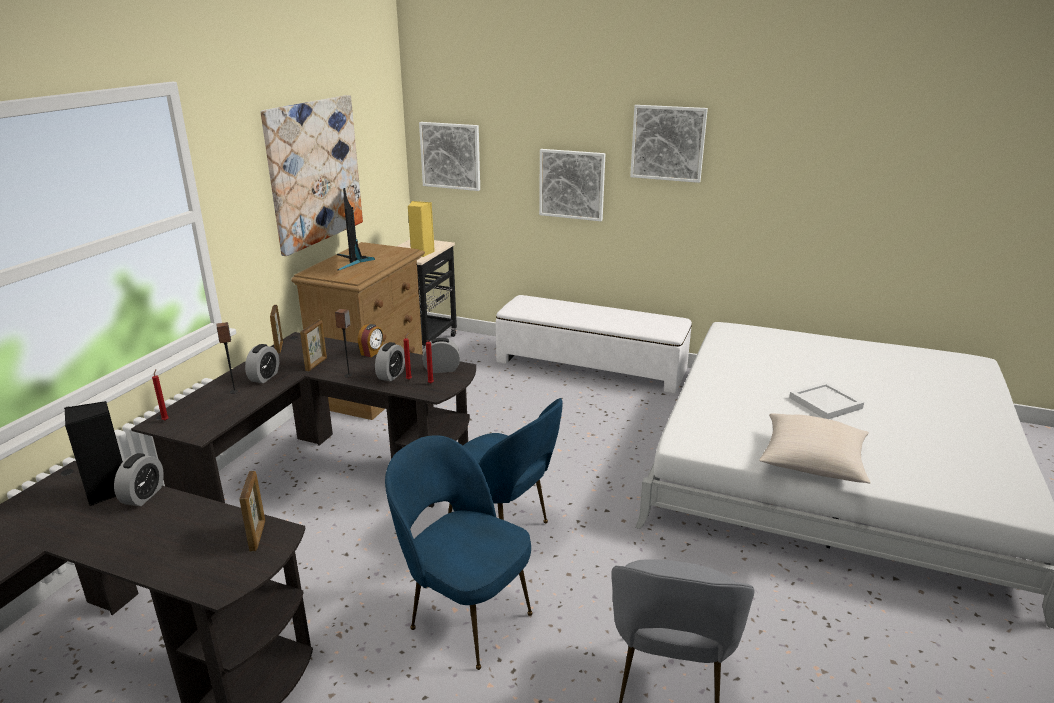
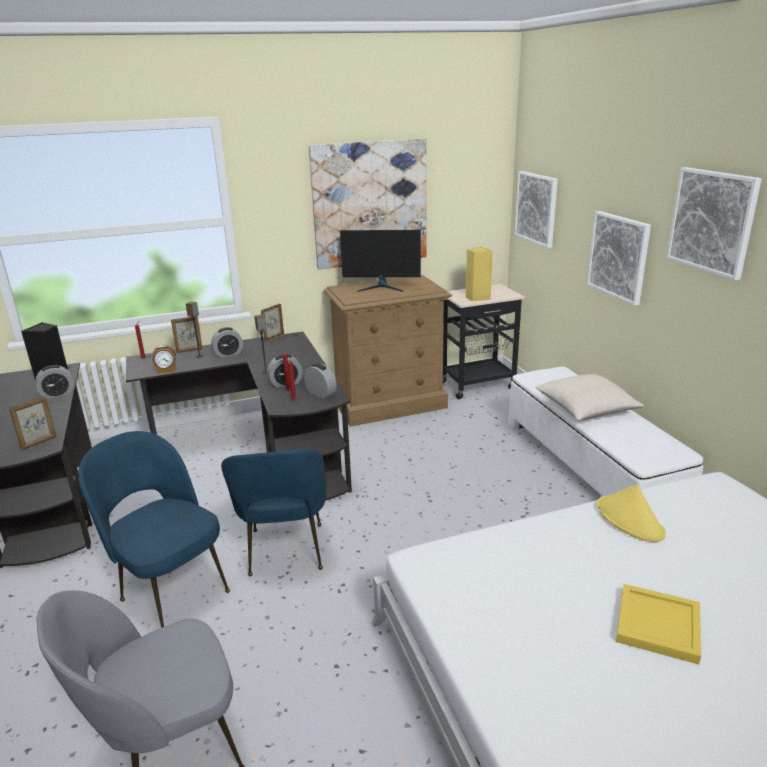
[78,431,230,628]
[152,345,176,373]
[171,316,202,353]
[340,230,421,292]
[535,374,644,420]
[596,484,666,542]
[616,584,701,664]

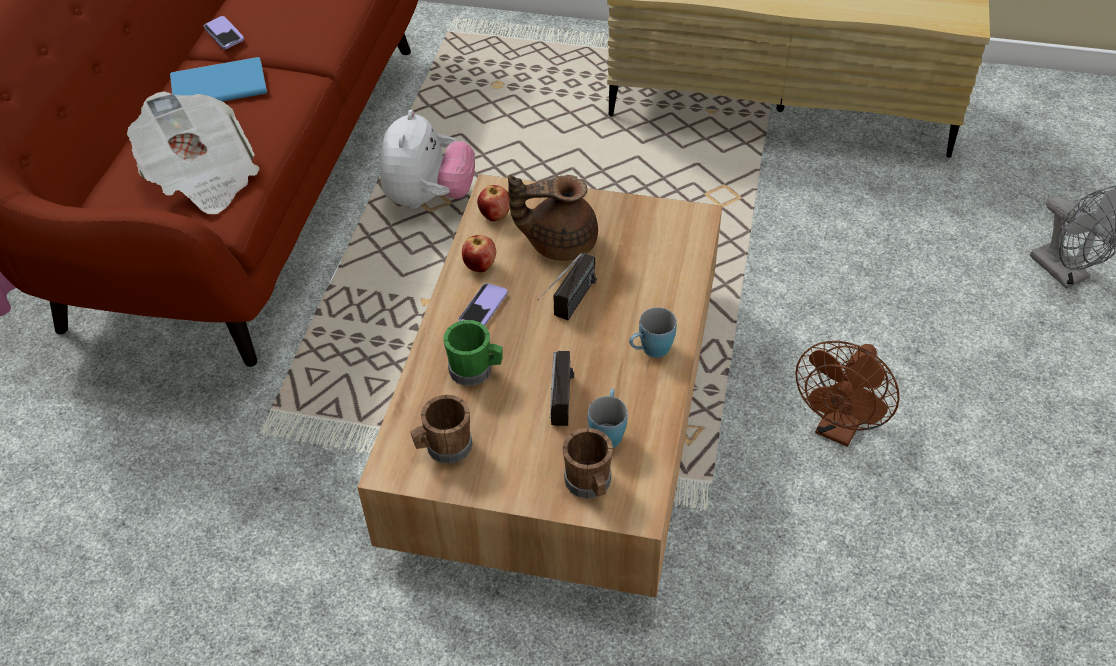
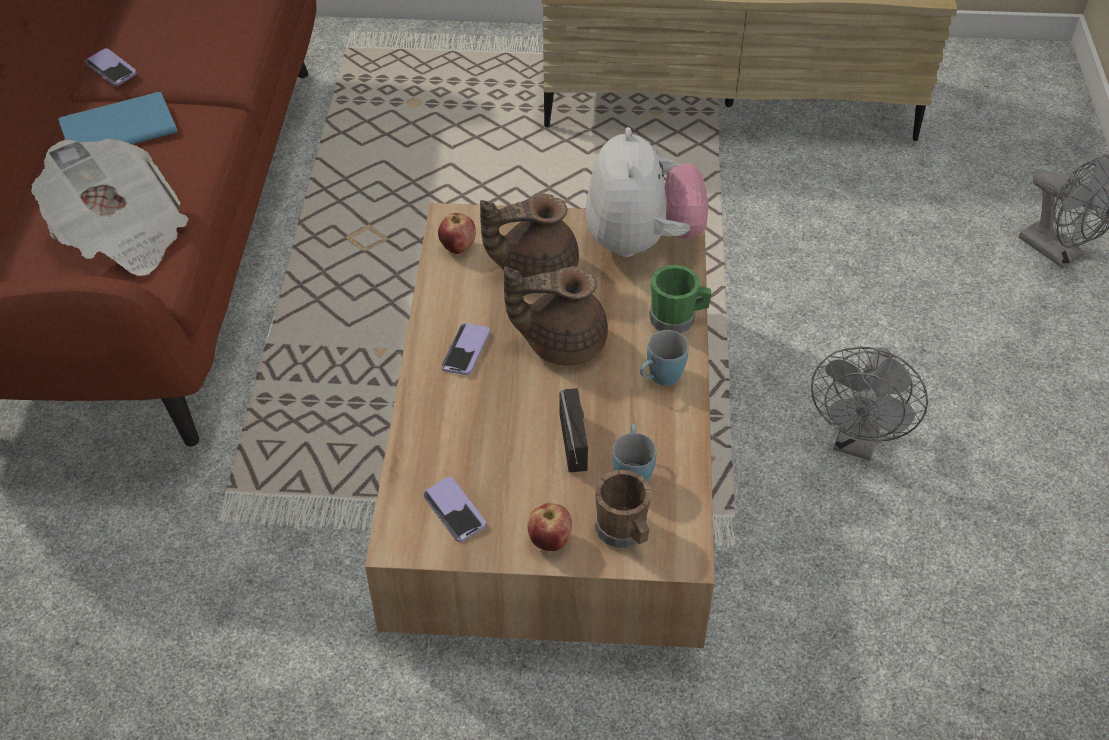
[423,477,486,542]
[504,266,608,366]
[527,503,572,551]
[586,127,708,257]
[649,265,711,333]
[811,346,928,460]

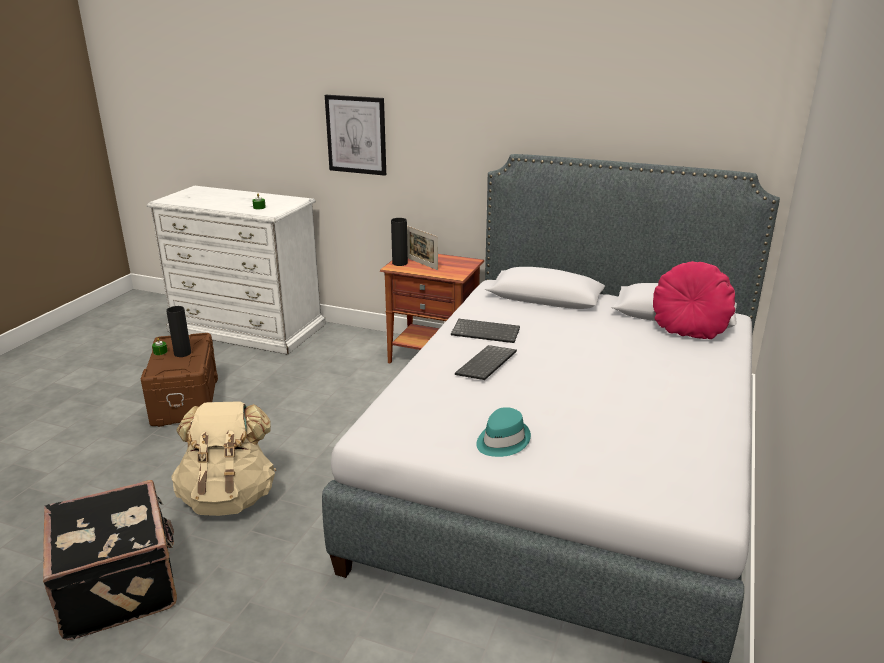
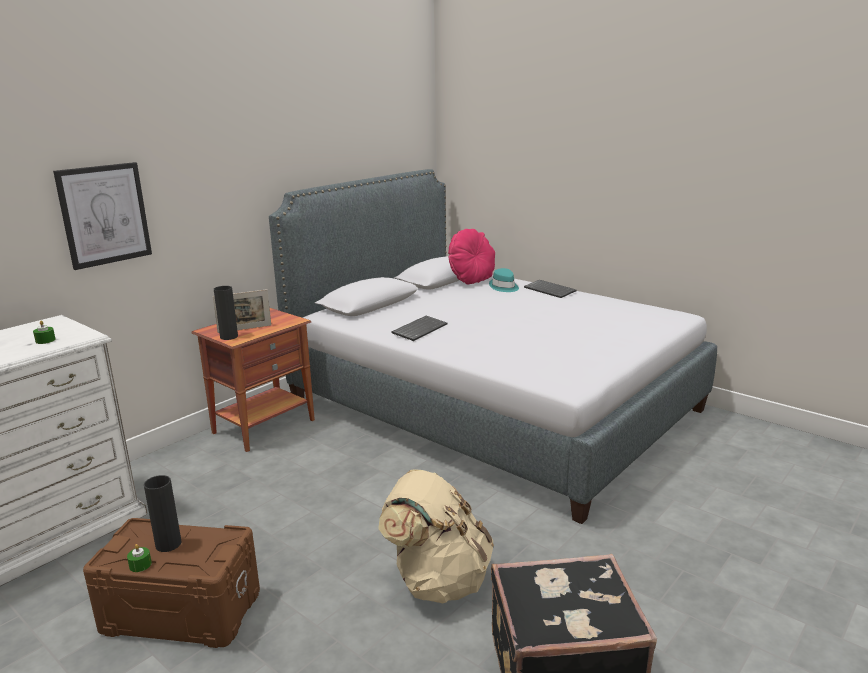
[489,268,519,292]
[524,280,577,298]

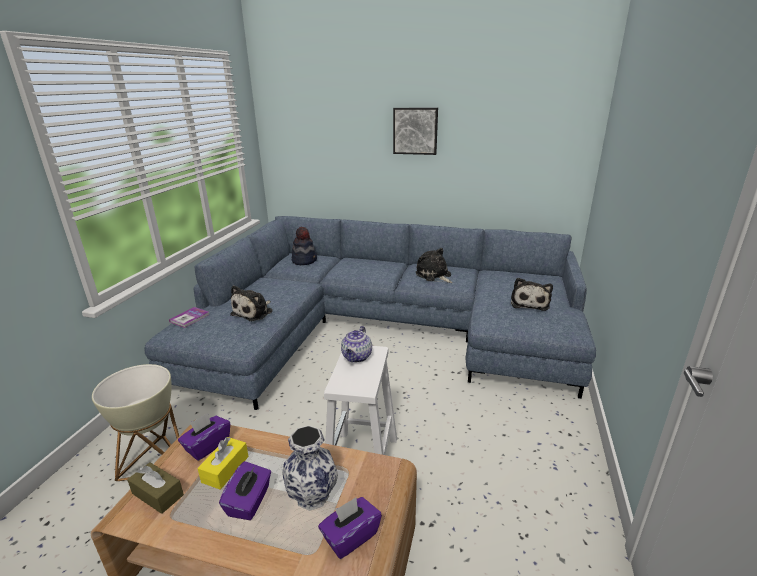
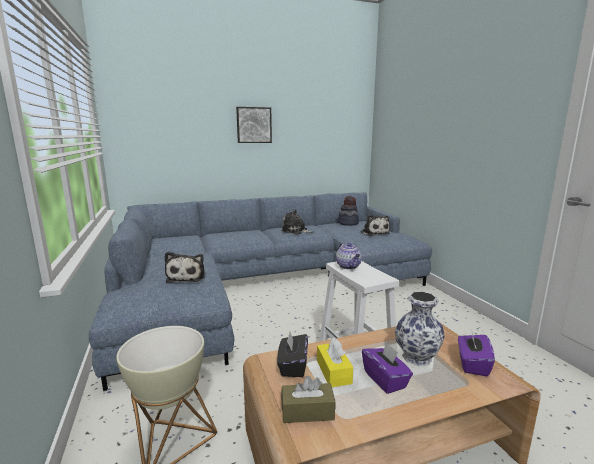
[277,332,308,377]
[338,196,359,226]
[169,307,210,328] (first image)

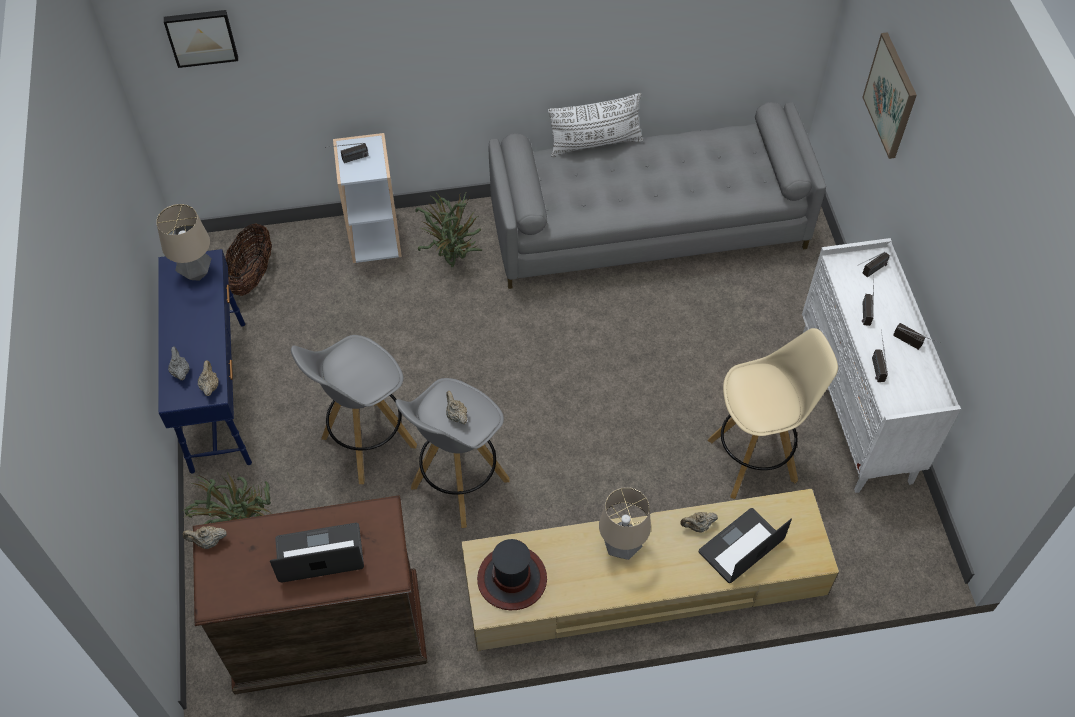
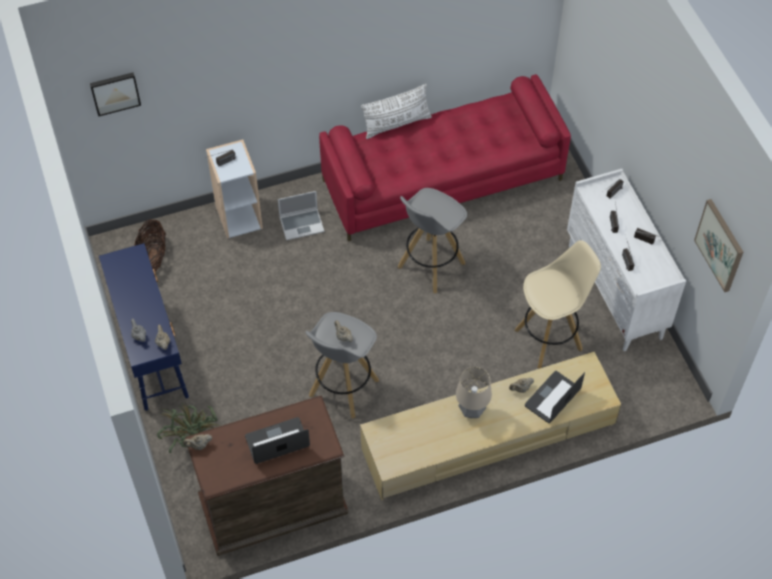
[278,191,325,240]
[319,74,571,241]
[398,188,467,293]
[694,199,743,292]
[156,204,212,281] (first image)
[477,539,547,610] (first image)

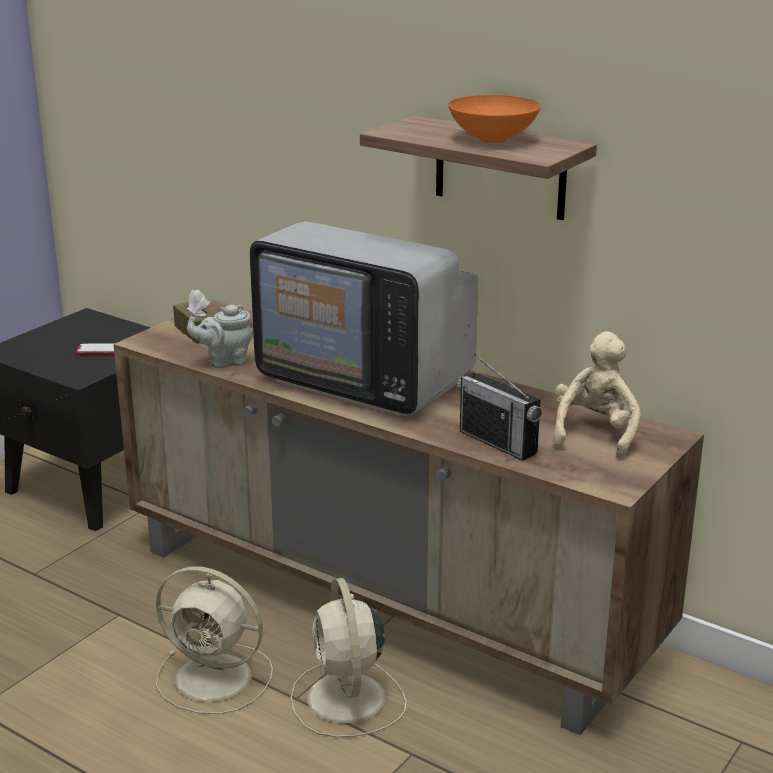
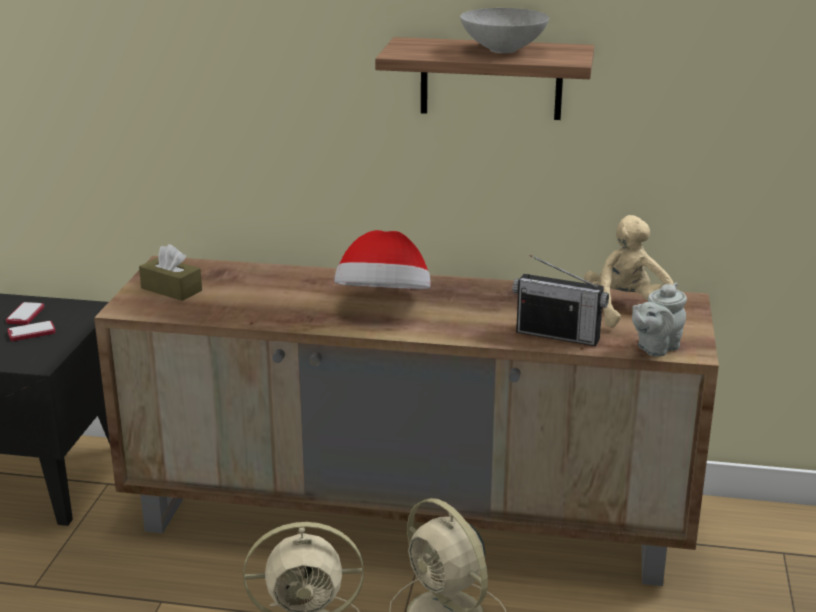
[6,302,44,325]
[334,230,431,289]
[460,8,549,53]
[632,283,687,357]

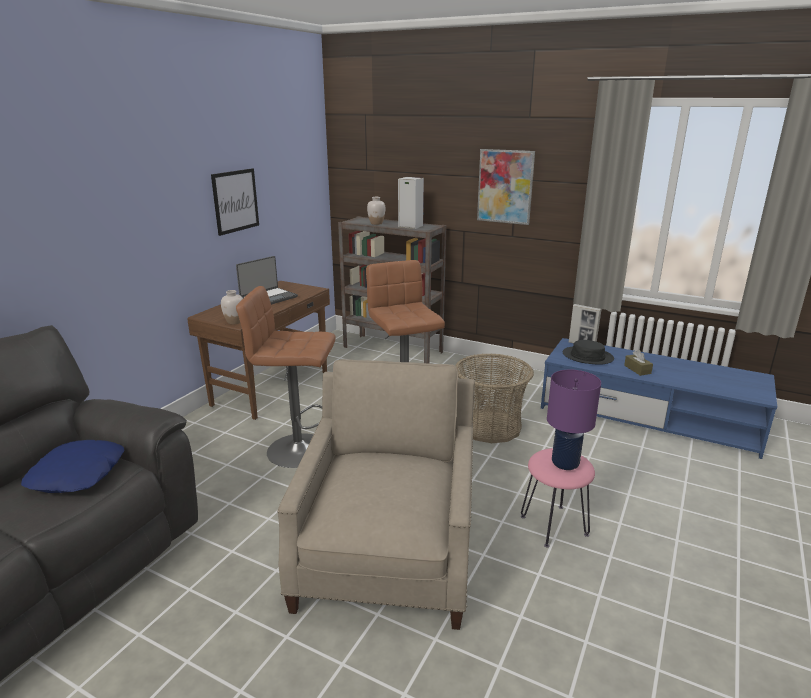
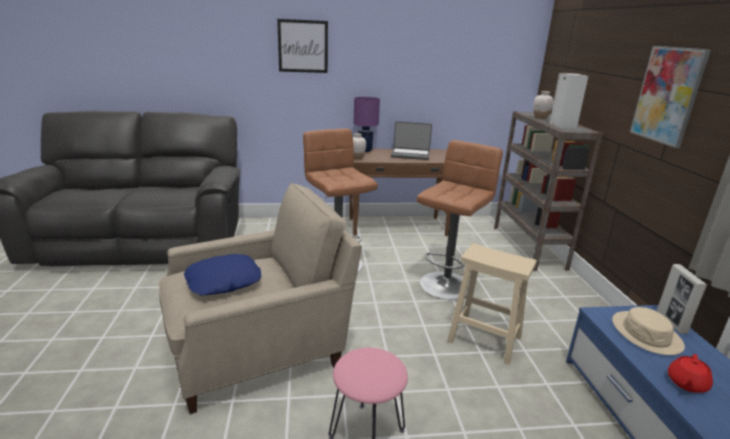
[184,254,261,296]
[277,19,328,73]
[353,97,380,152]
[447,243,537,364]
[612,307,685,355]
[668,354,713,393]

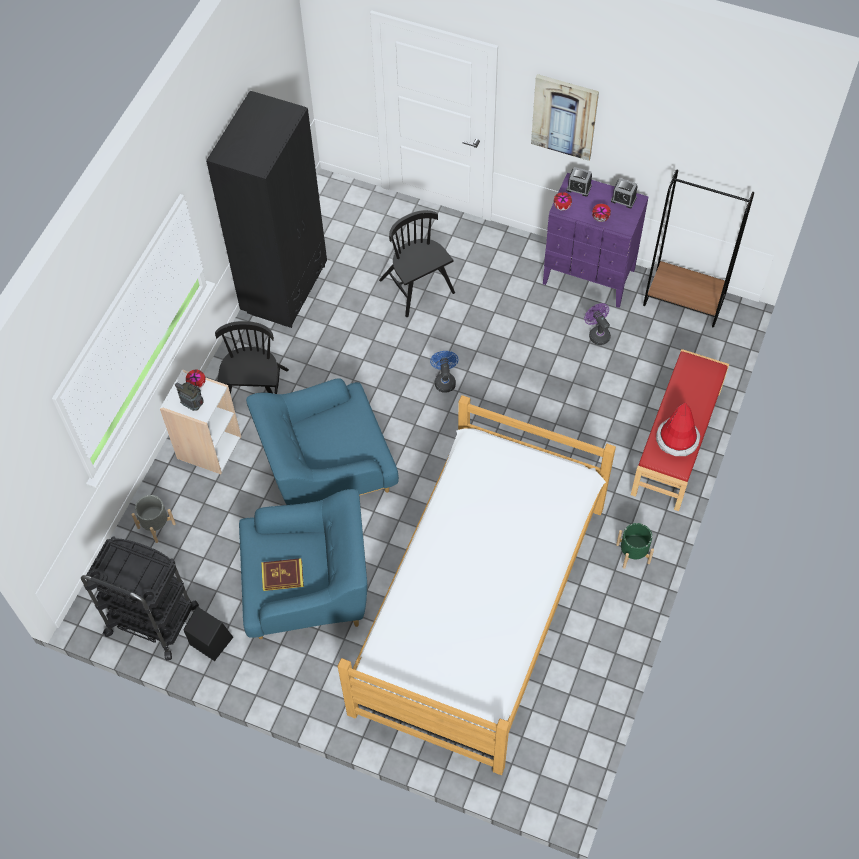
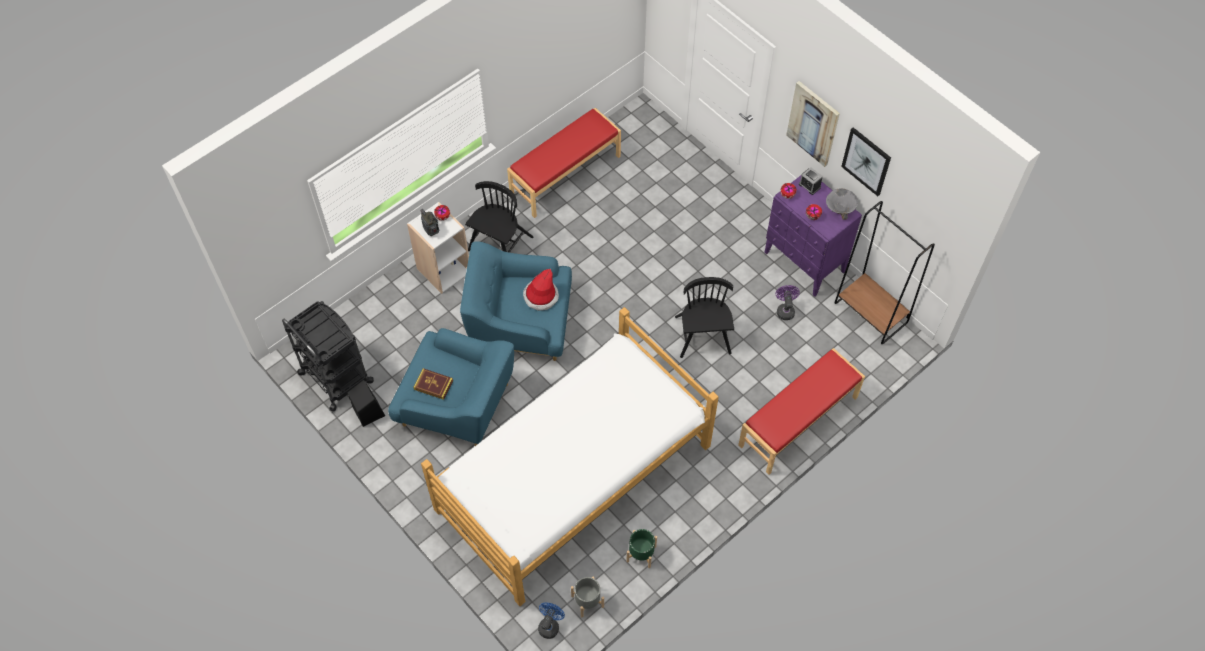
[507,108,621,218]
[523,269,559,311]
[538,603,565,639]
[571,577,604,617]
[626,529,657,568]
[675,277,734,358]
[826,188,858,220]
[841,127,891,196]

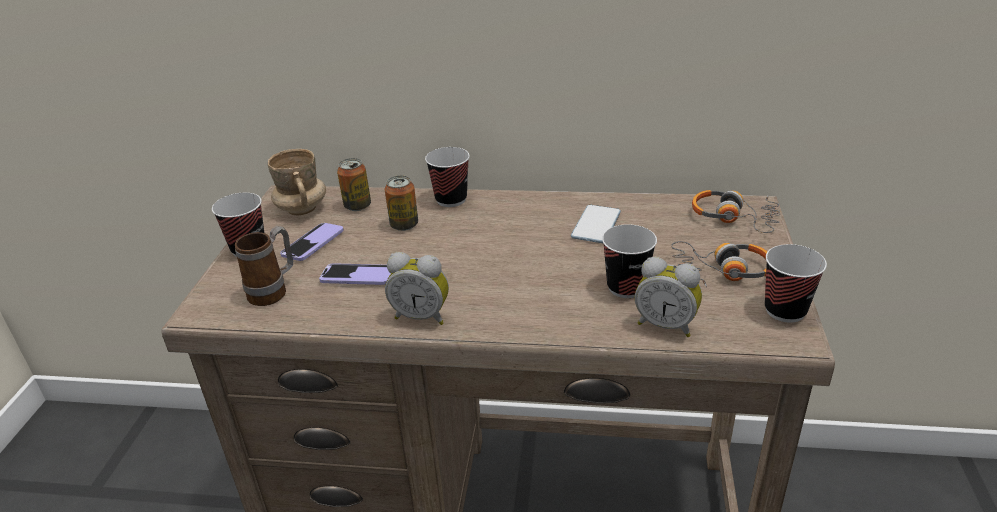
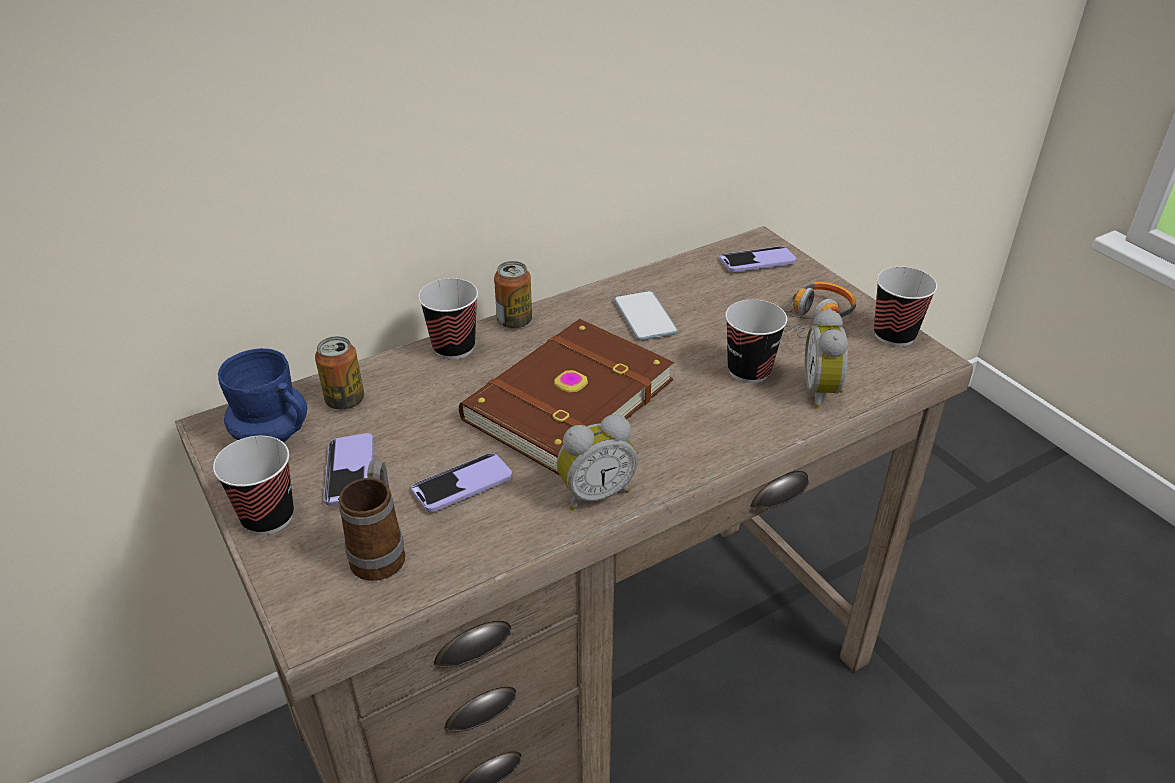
[218,348,307,443]
[459,319,674,476]
[494,261,532,329]
[720,246,796,272]
[805,308,848,409]

